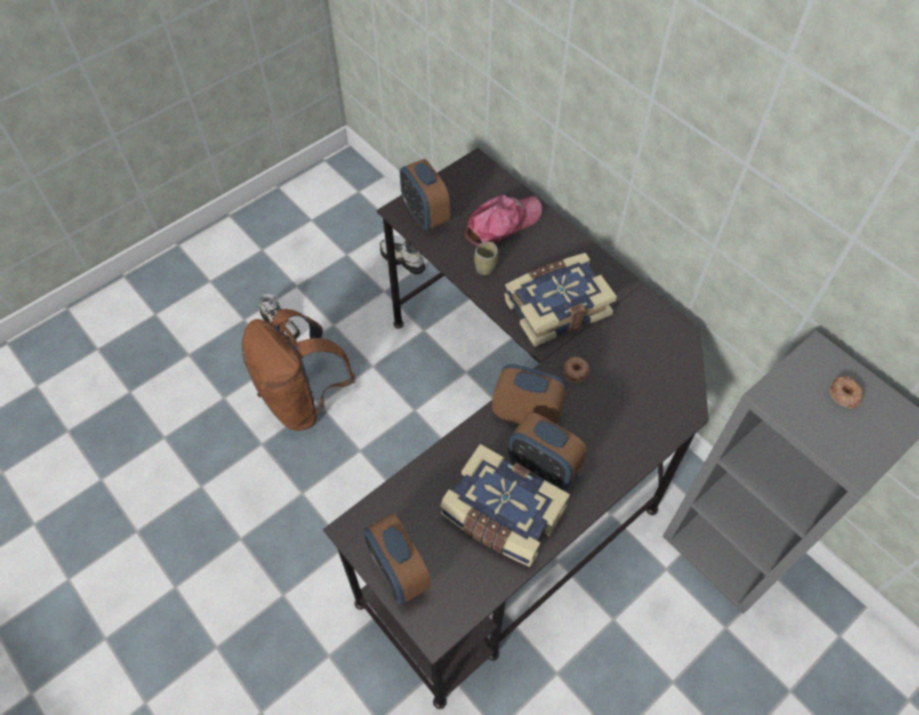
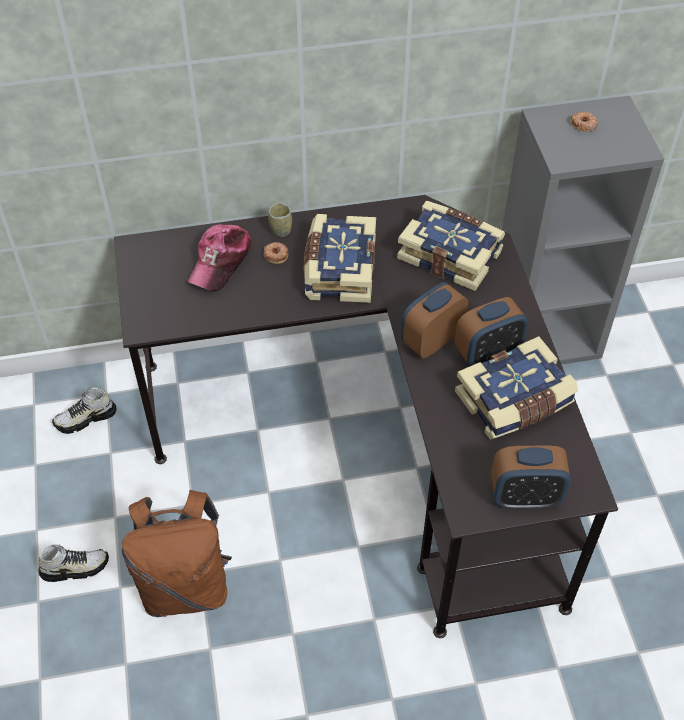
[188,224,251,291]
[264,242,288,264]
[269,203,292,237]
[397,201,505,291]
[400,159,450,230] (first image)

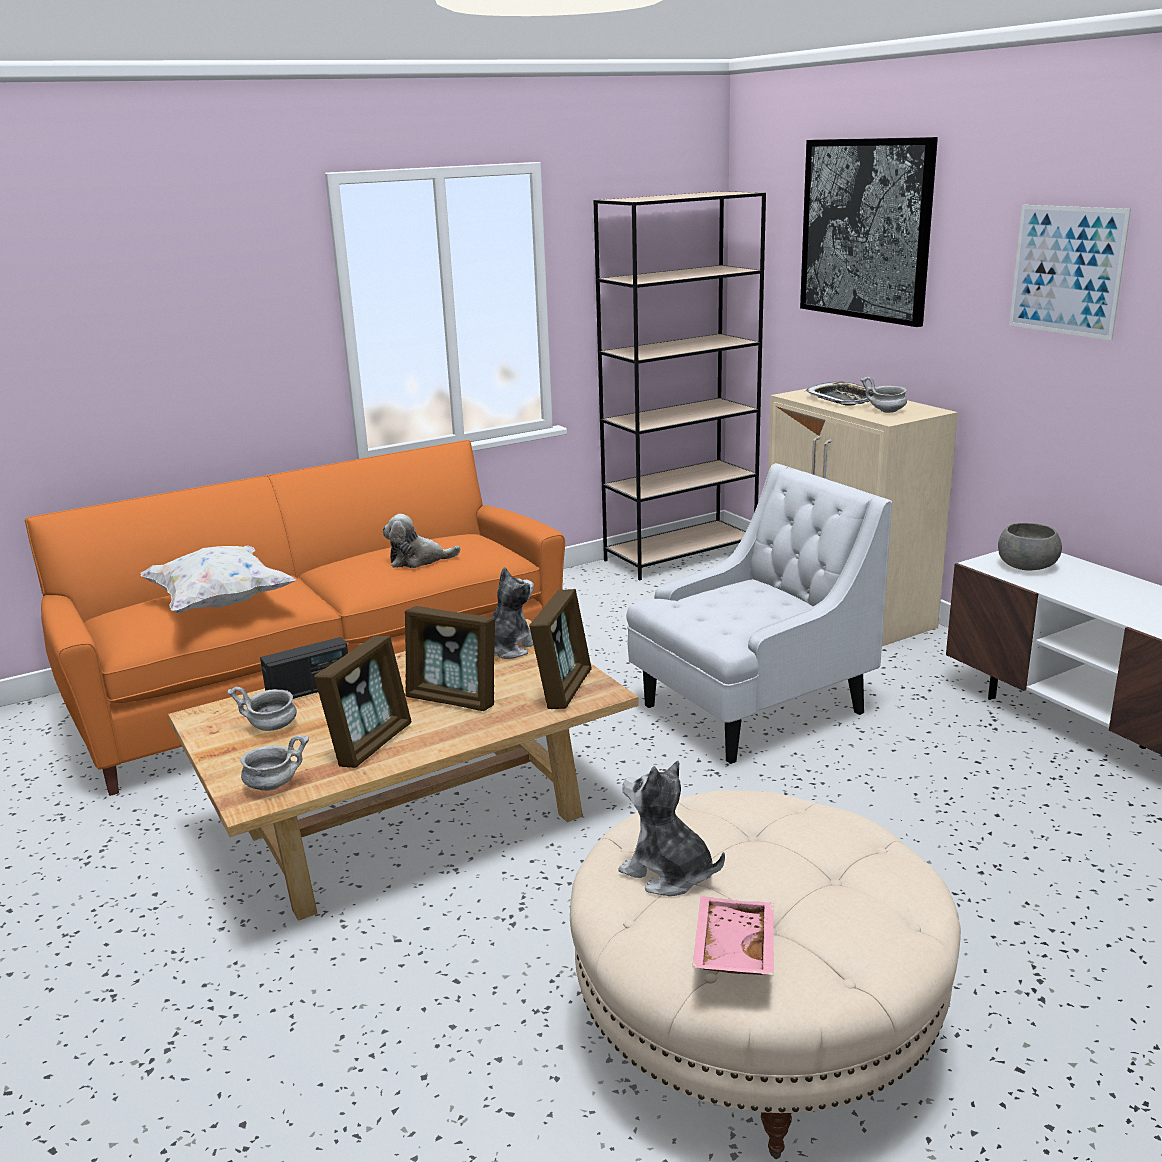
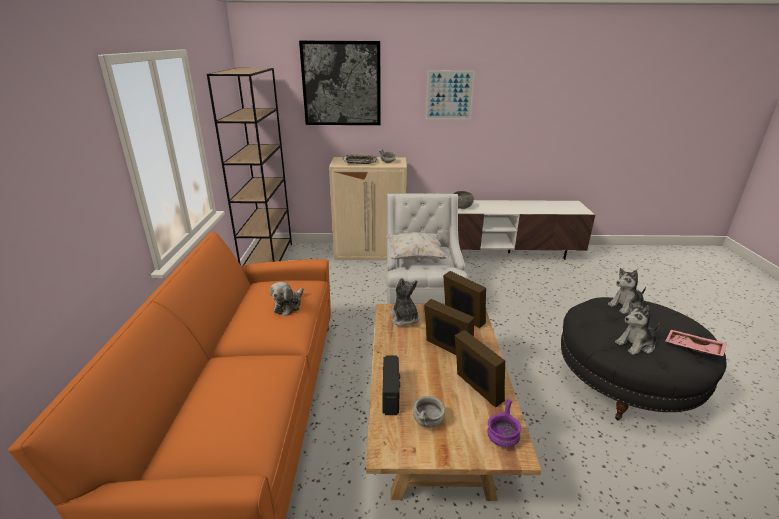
[386,232,448,260]
[424,299,474,355]
[487,399,521,448]
[561,297,726,421]
[608,268,646,314]

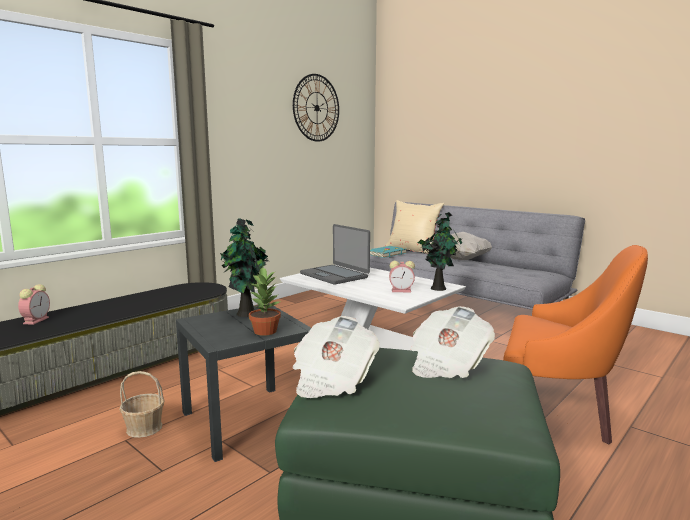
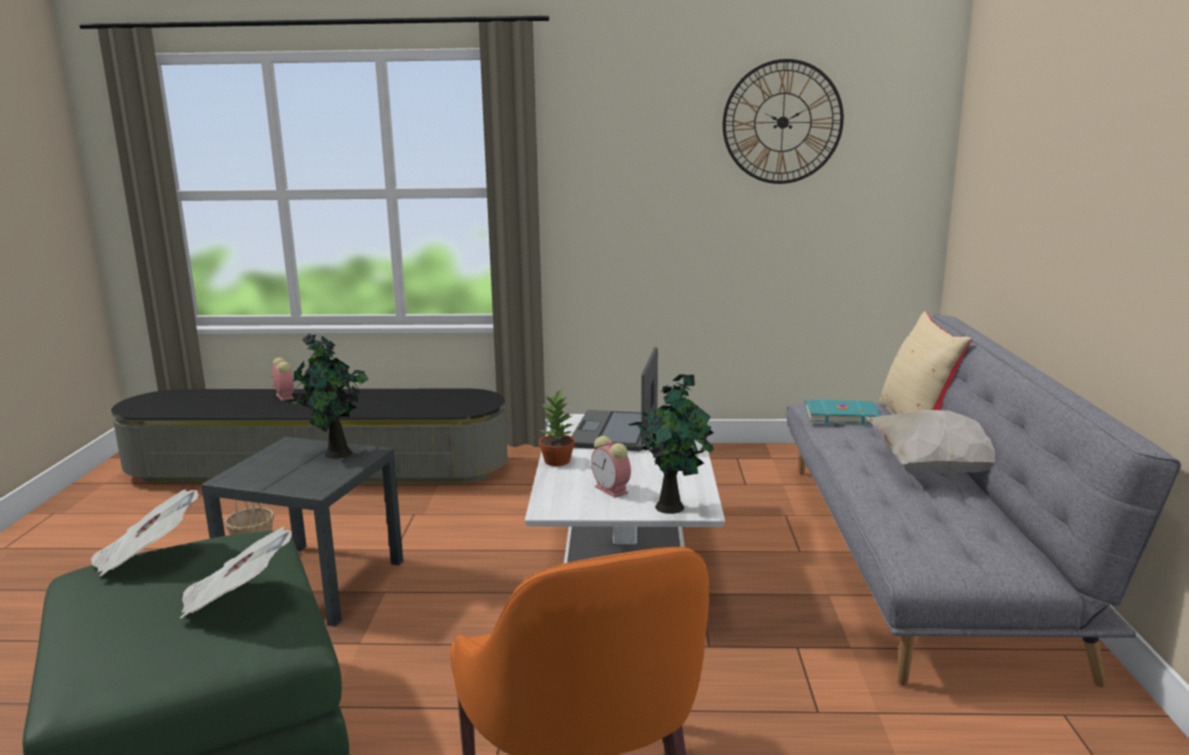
[271,357,294,401]
[539,389,575,466]

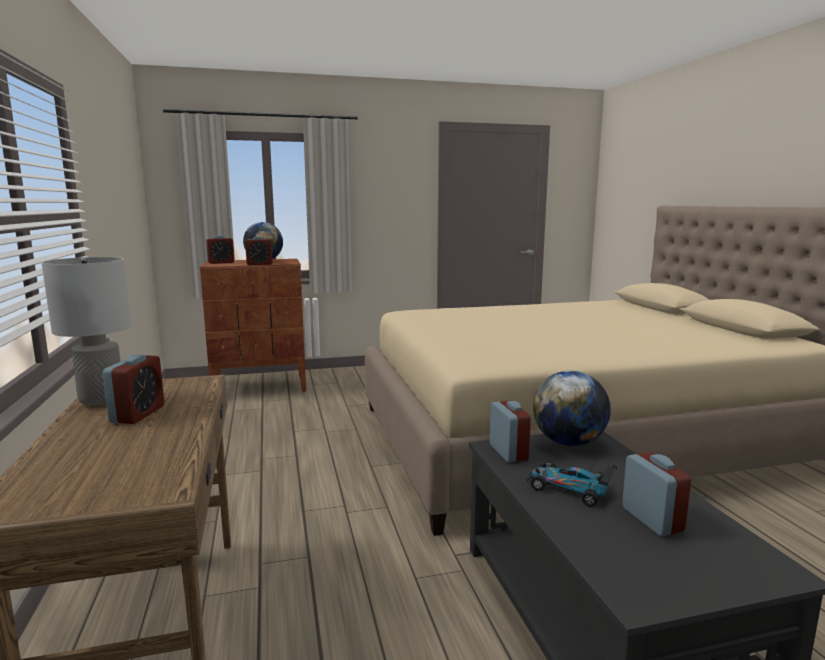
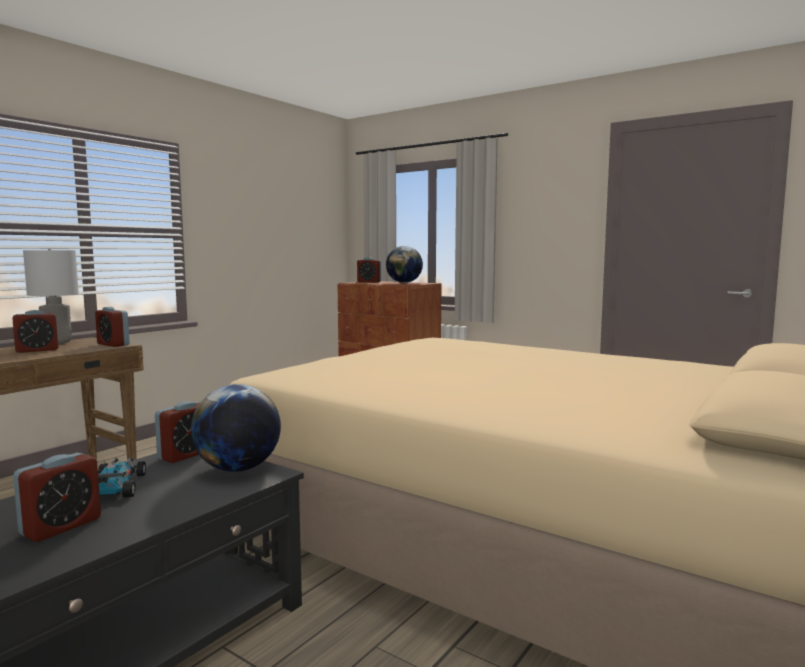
[95,307,130,347]

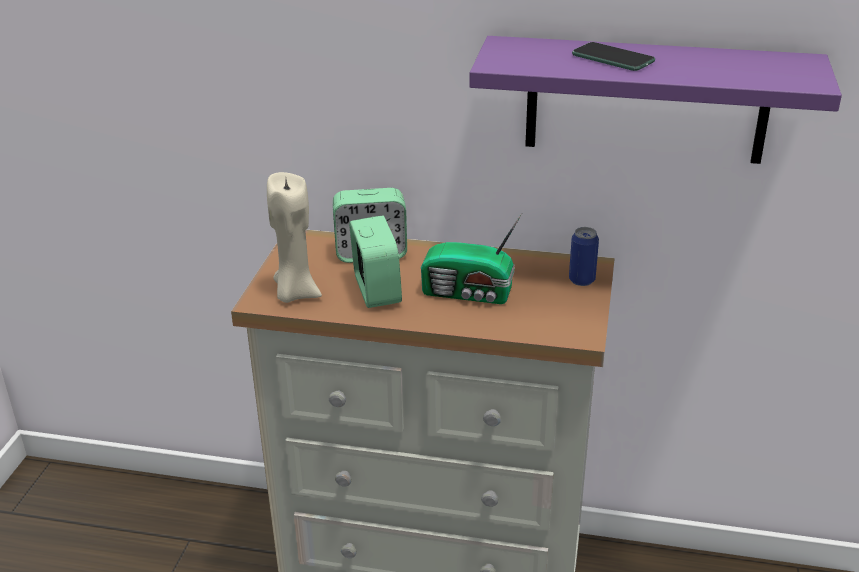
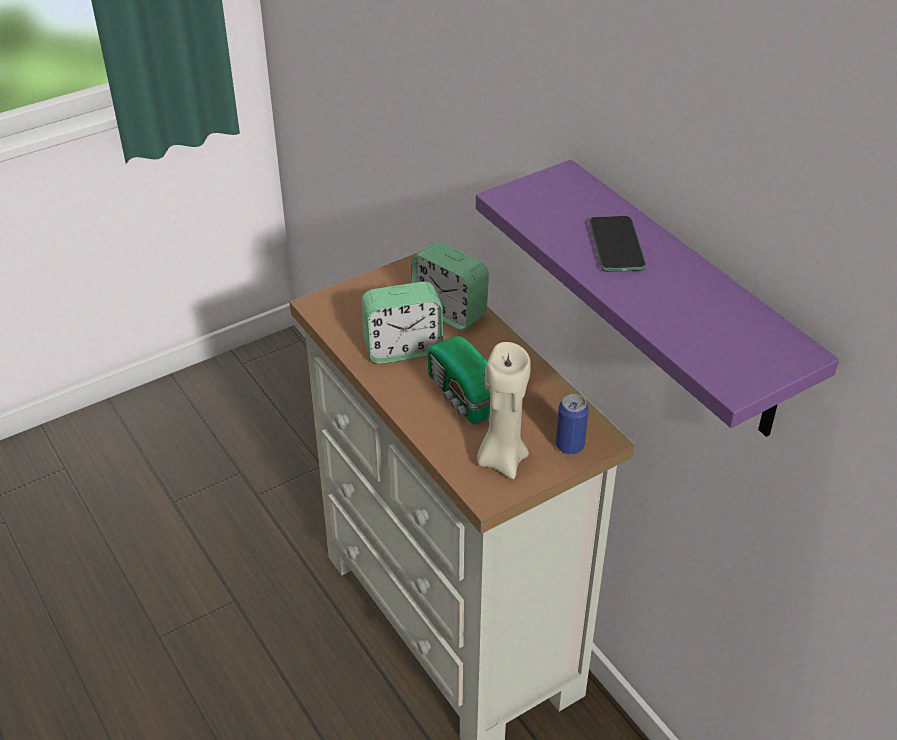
[361,282,443,364]
[477,342,531,479]

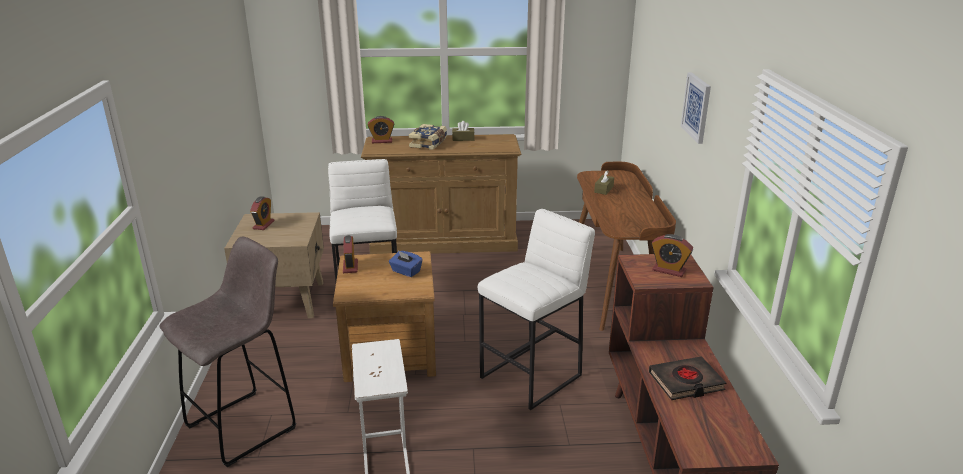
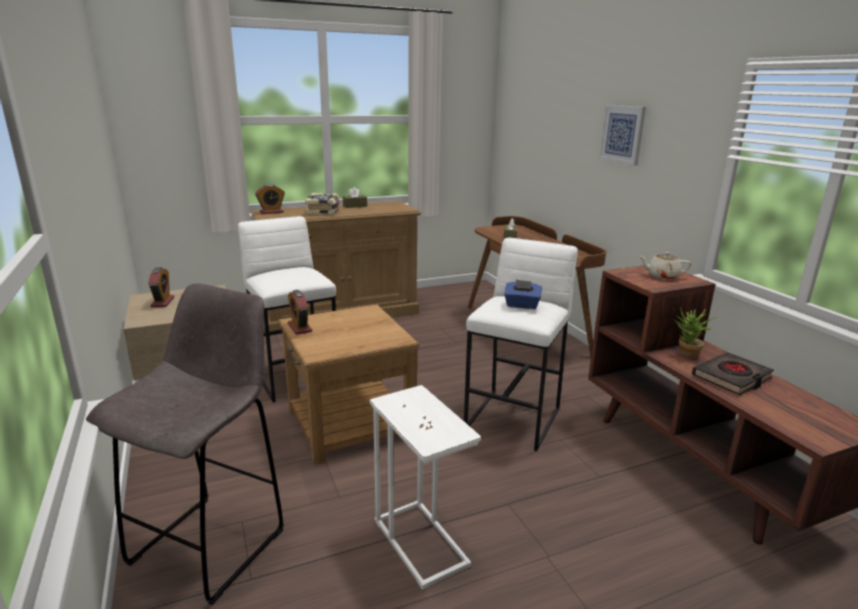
[504,280,542,309]
[639,252,691,280]
[674,307,717,359]

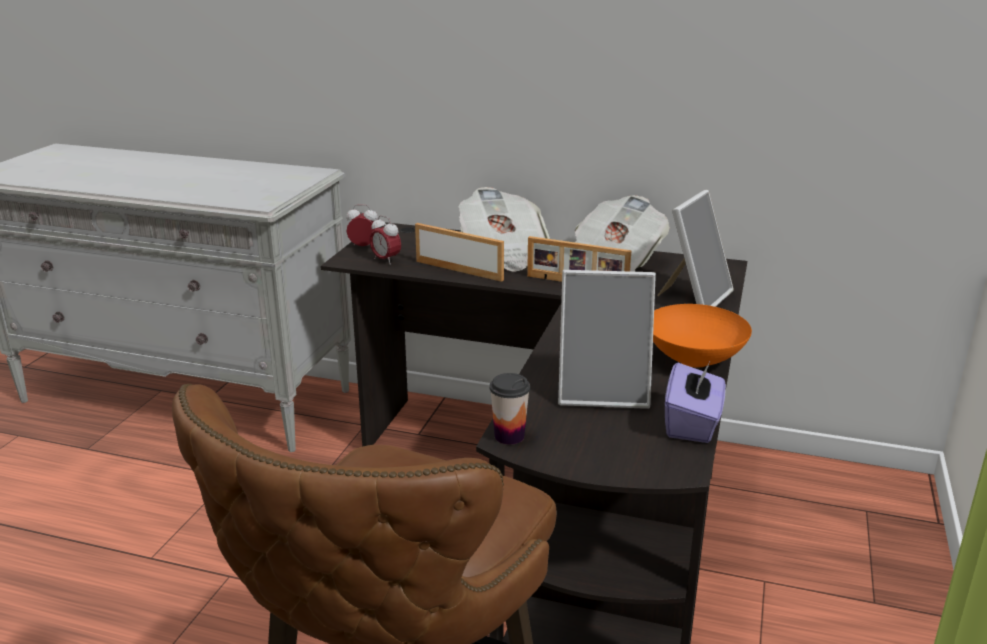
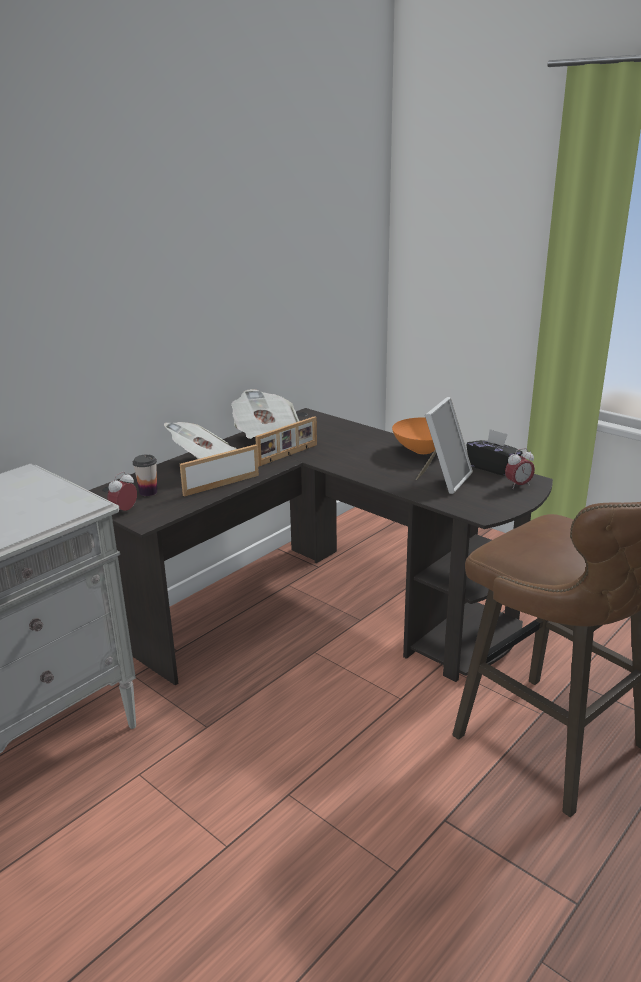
[133,454,157,496]
[466,429,522,476]
[505,448,535,489]
[657,190,734,307] (first image)

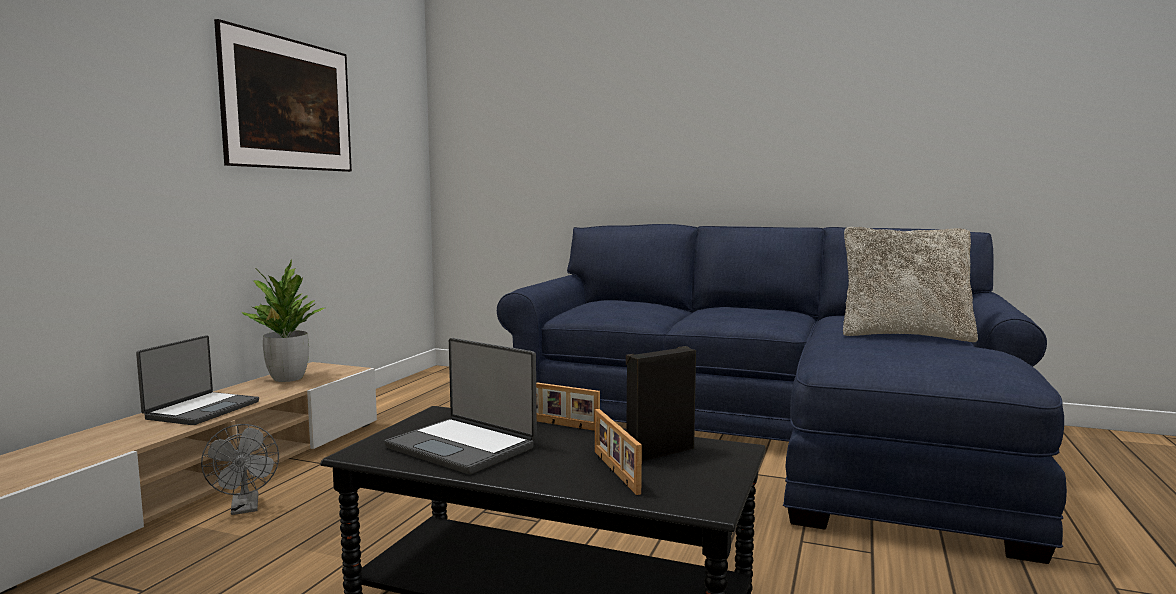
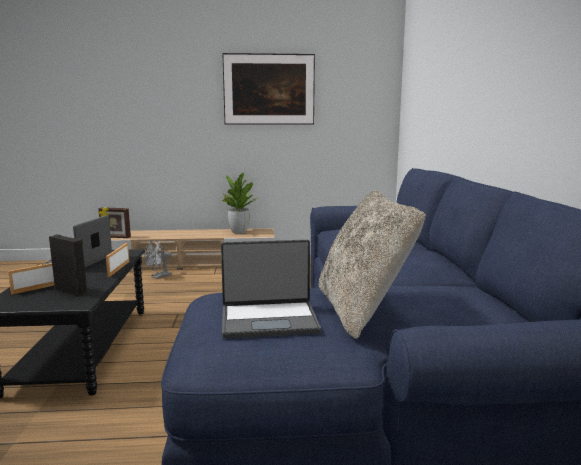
[98,207,131,238]
[221,239,321,339]

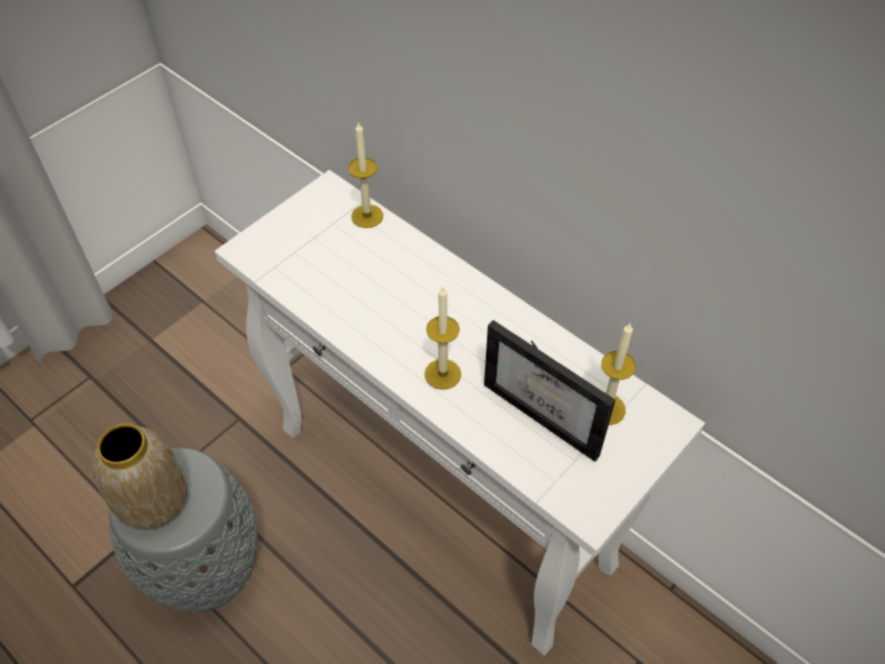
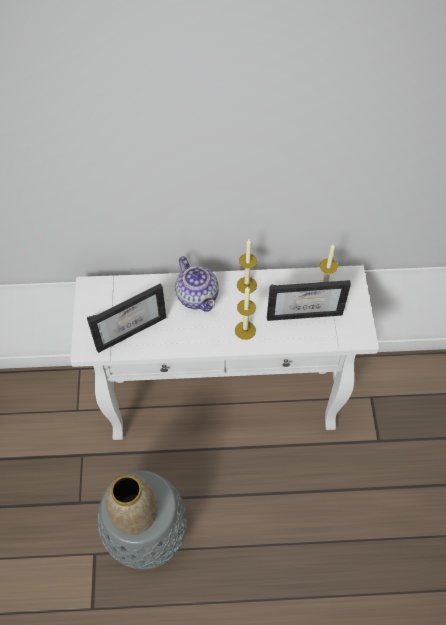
[87,284,166,353]
[175,256,219,312]
[237,239,257,294]

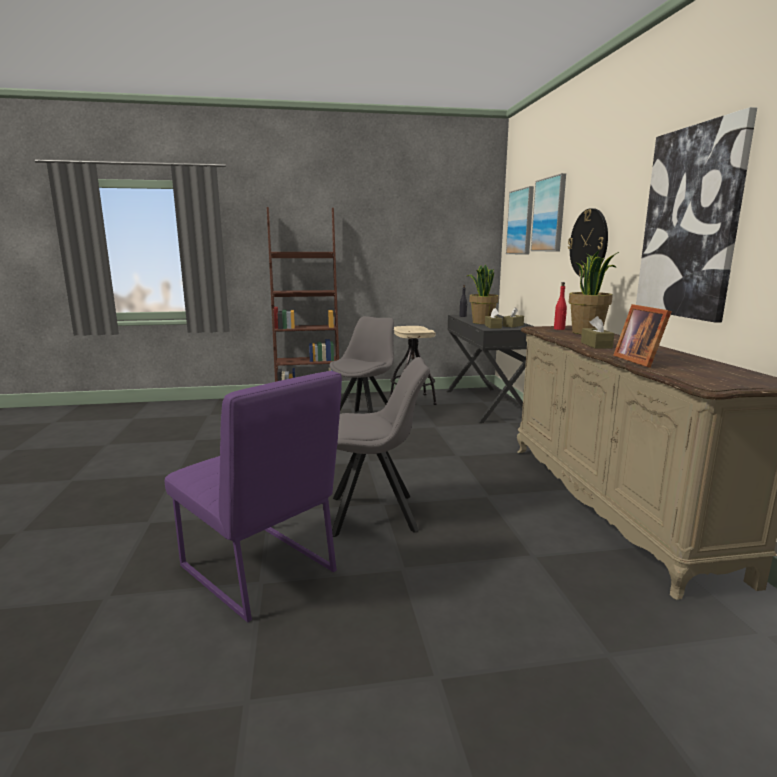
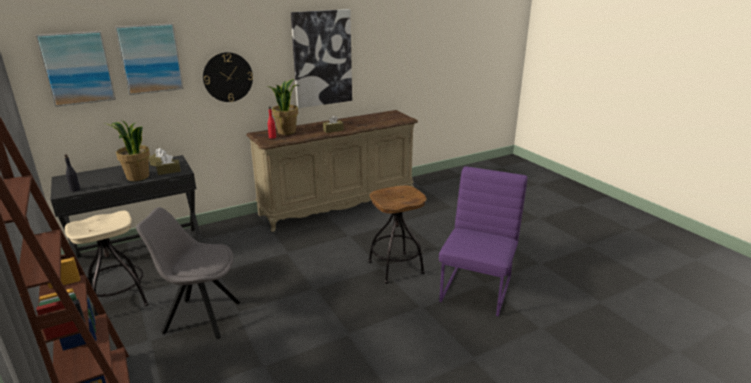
[368,186,427,284]
[613,304,672,368] (first image)

